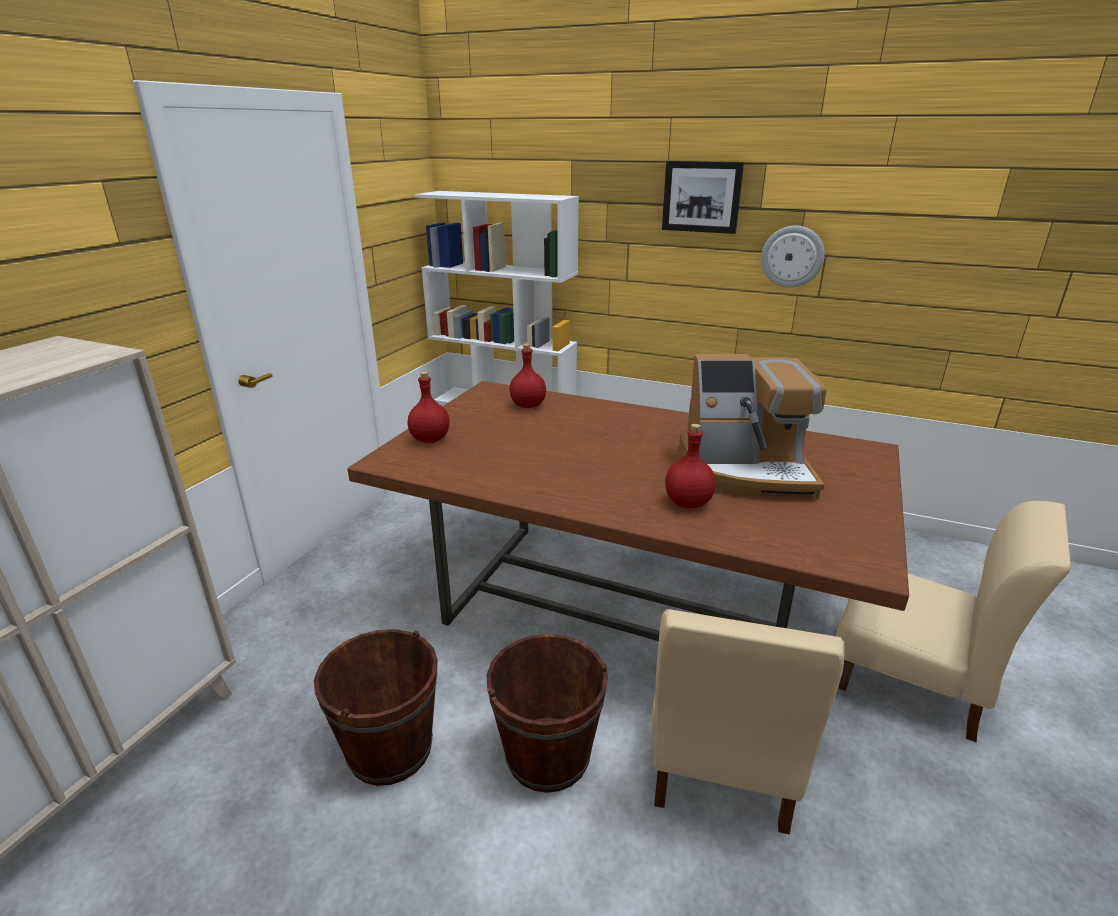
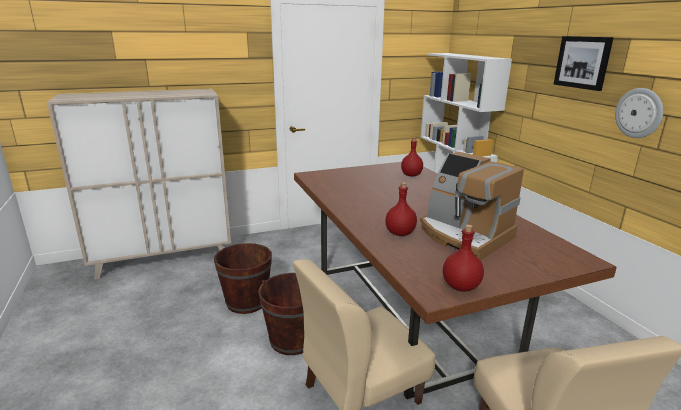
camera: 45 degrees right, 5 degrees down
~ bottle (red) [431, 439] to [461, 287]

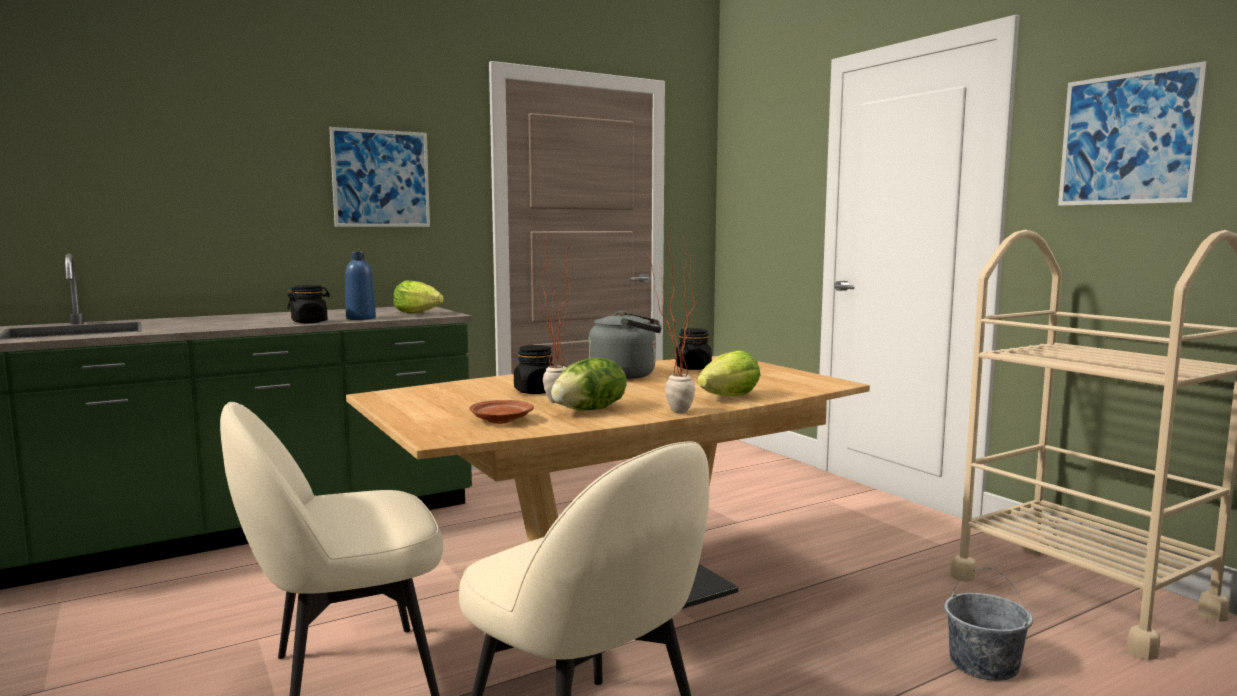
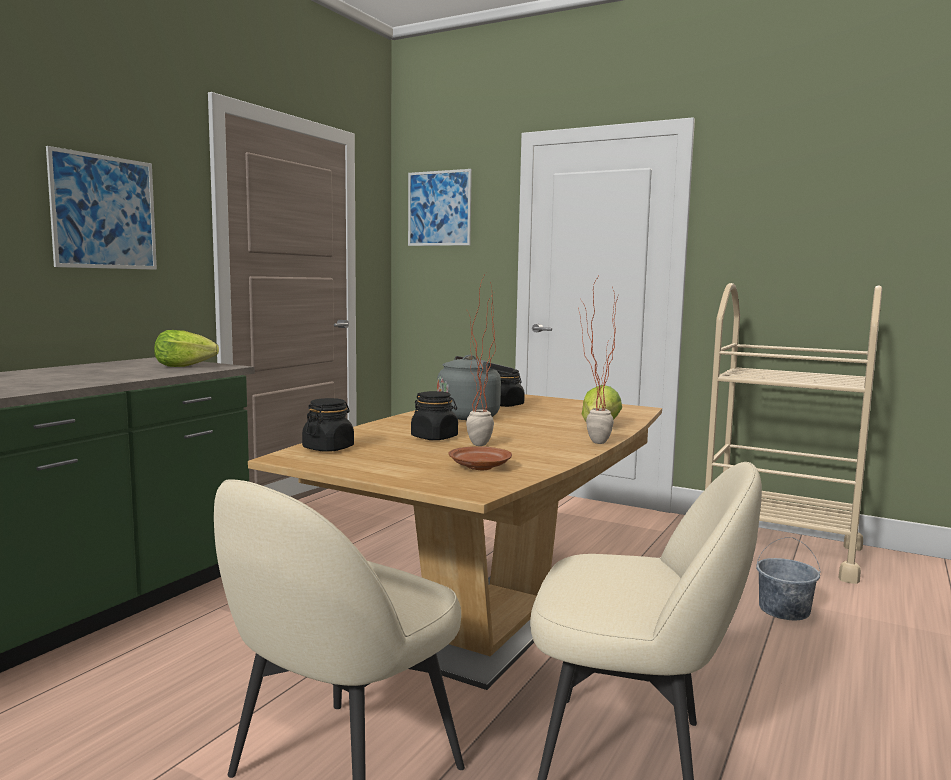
camera: 30 degrees left, 0 degrees up
~ jar (black) [309, 322] to [328, 448]
~ picture [1128, 139] to [439, 208]
- bottle (blue) [361, 318]
- lettuce [590, 410]

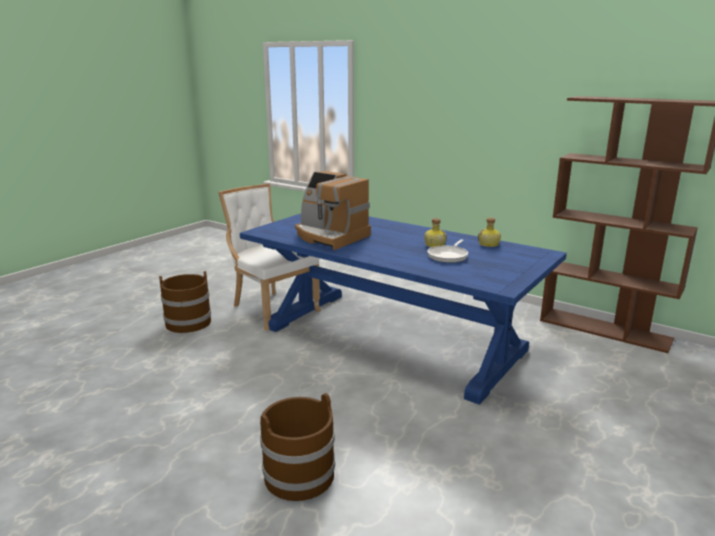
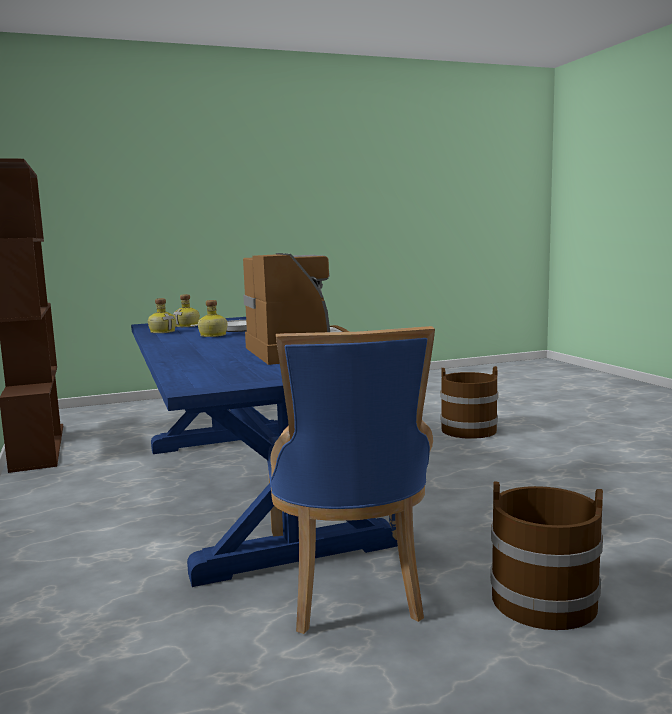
camera: 145 degrees left, 10 degrees down
+ bottle [188, 326]
~ chair (white) [271, 308] to chair (blue) [348, 587]

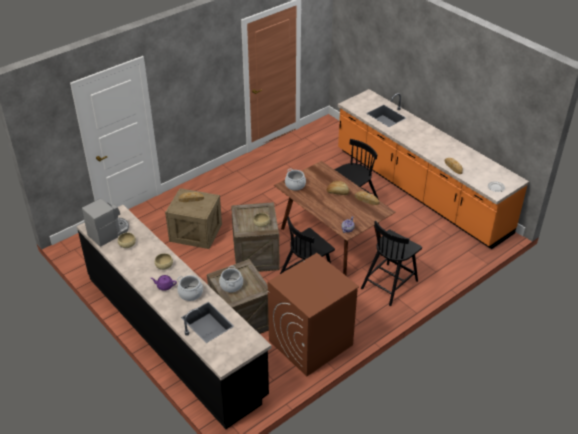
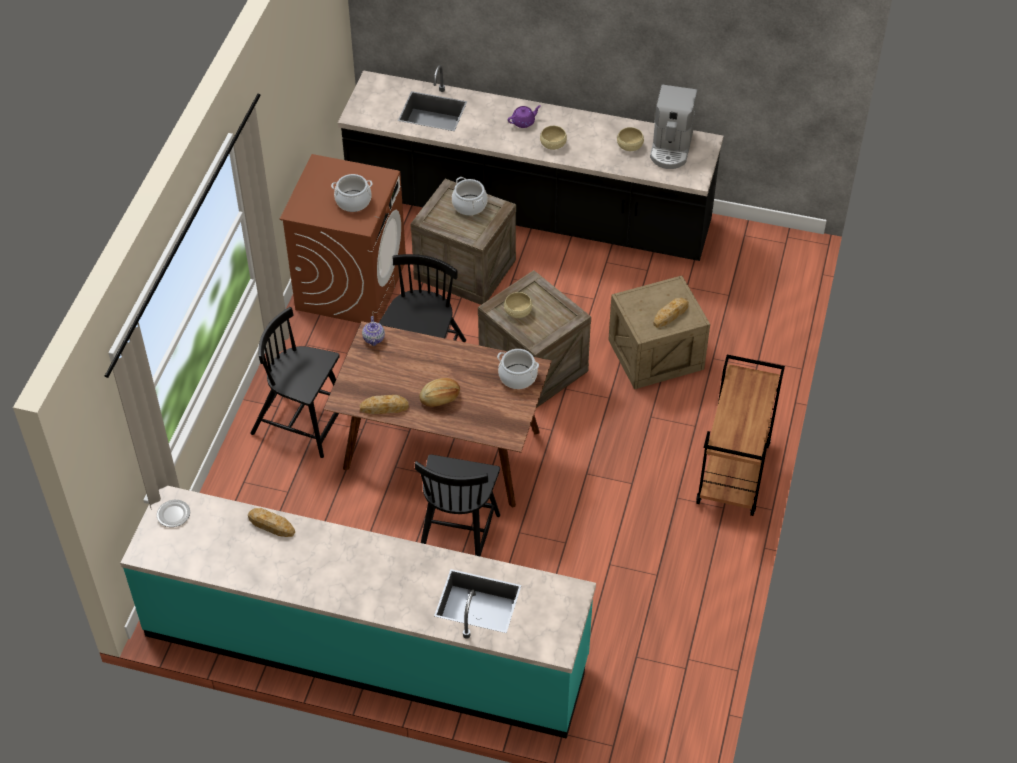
camera: 145 degrees right, 10 degrees up
~ counter (orange) [420, 191] to counter (turquoise) [366, 646]
~ chair (black) [389, 284] = [302, 423] 75 degrees counterclockwise
~ cooking pot [190, 293] to [353, 201]
+ cart (brown) [733, 475]

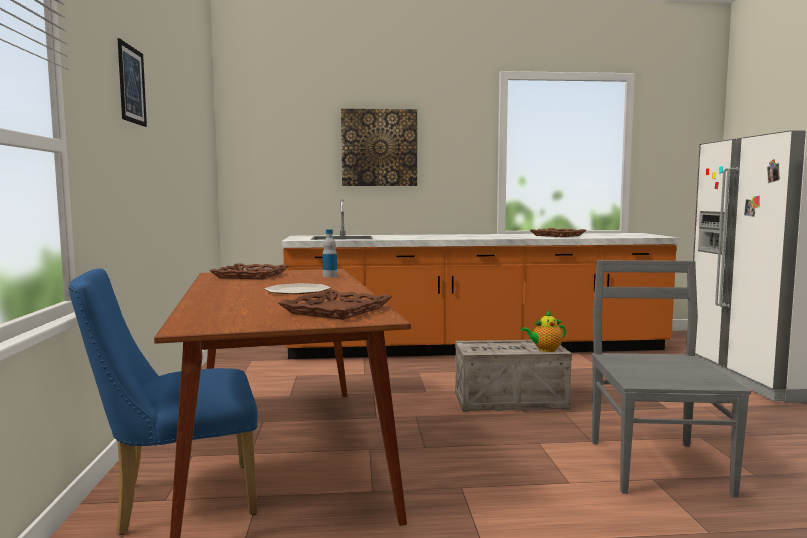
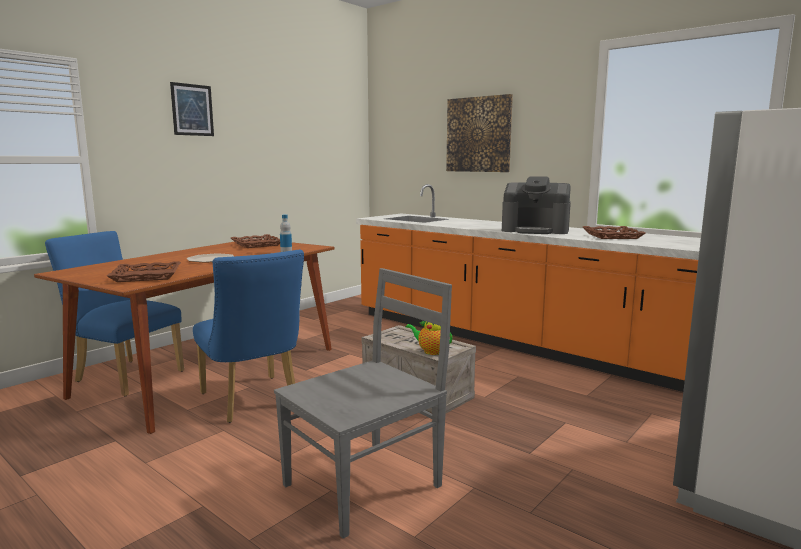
camera: 45 degrees right, 5 degrees up
+ chair (blue) [253, 402]
+ coffee machine [535, 230]

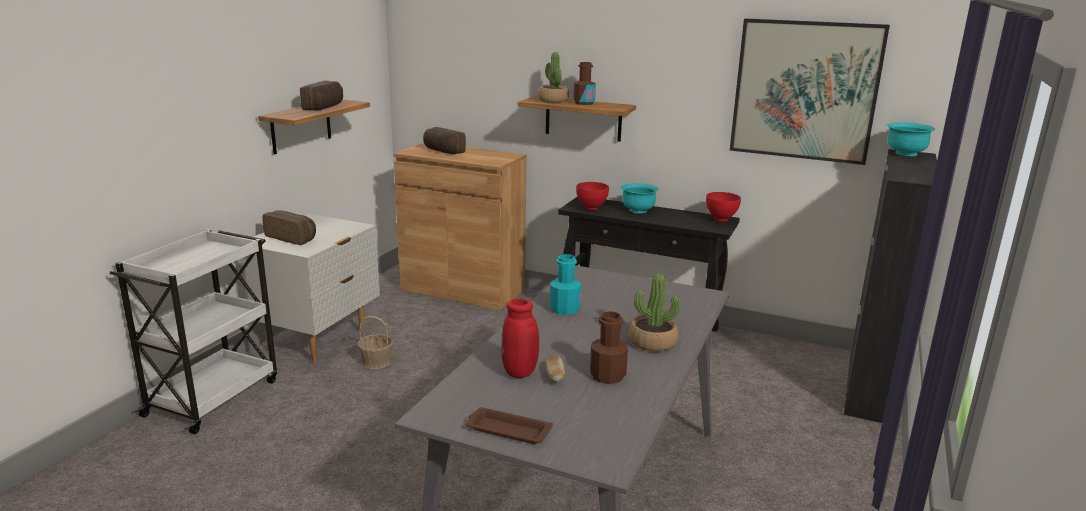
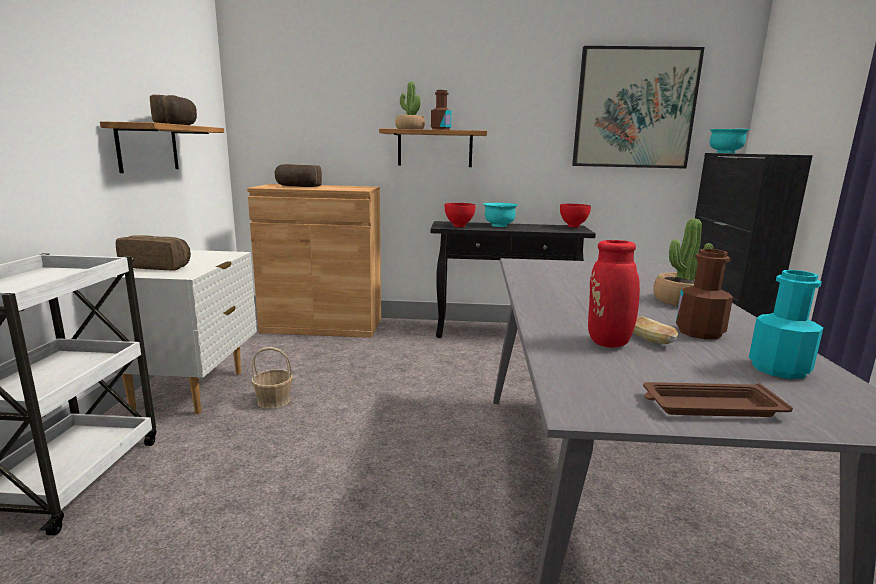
camera: 20 degrees left, 5 degrees down
~ bottle (turquoise) [564, 309] to [778, 369]

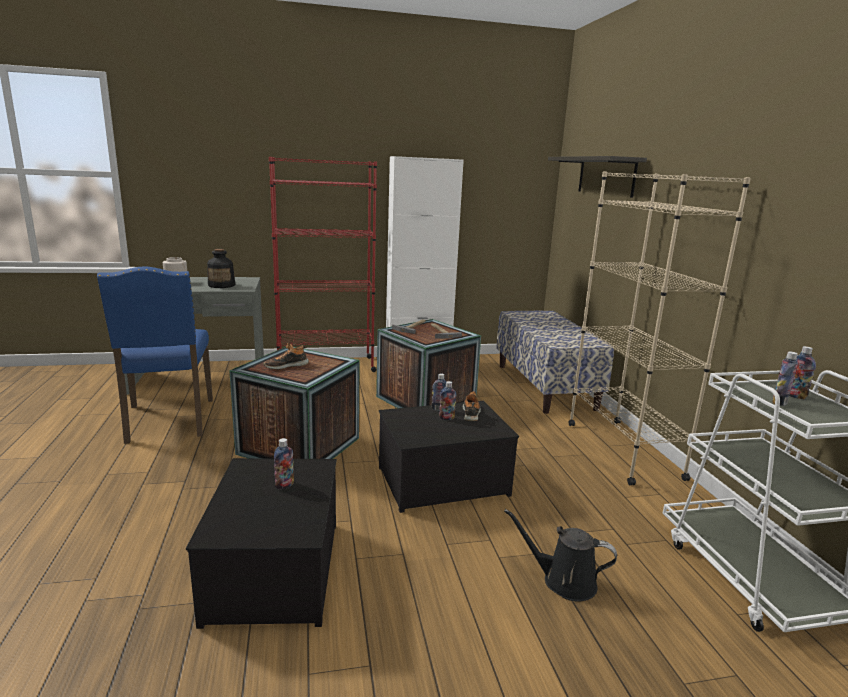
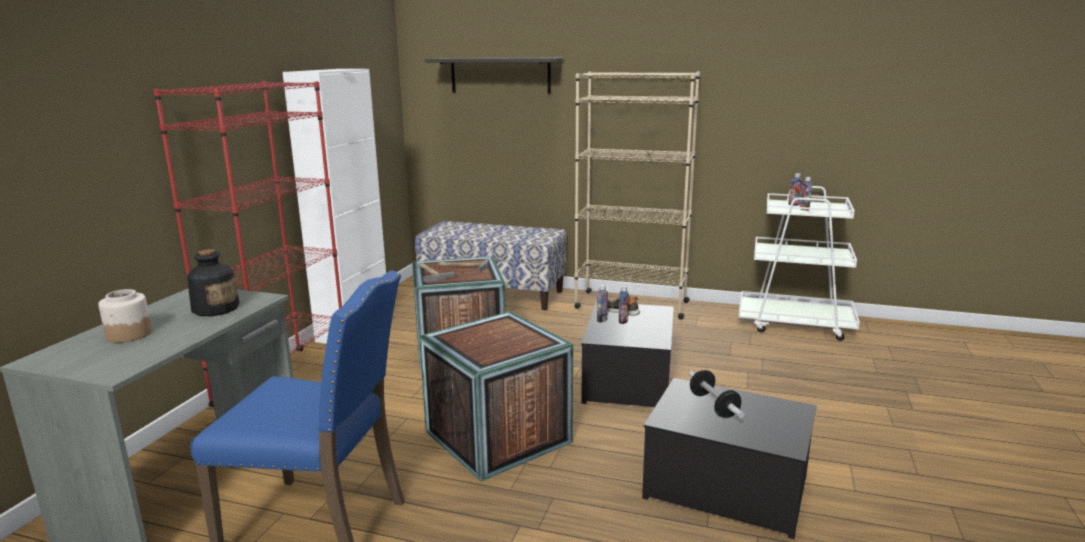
camera: 60 degrees left, 0 degrees up
~ bottle [284, 485] to dumbbell [713, 406]
- shoe [286, 366]
- watering can (black) [563, 581]

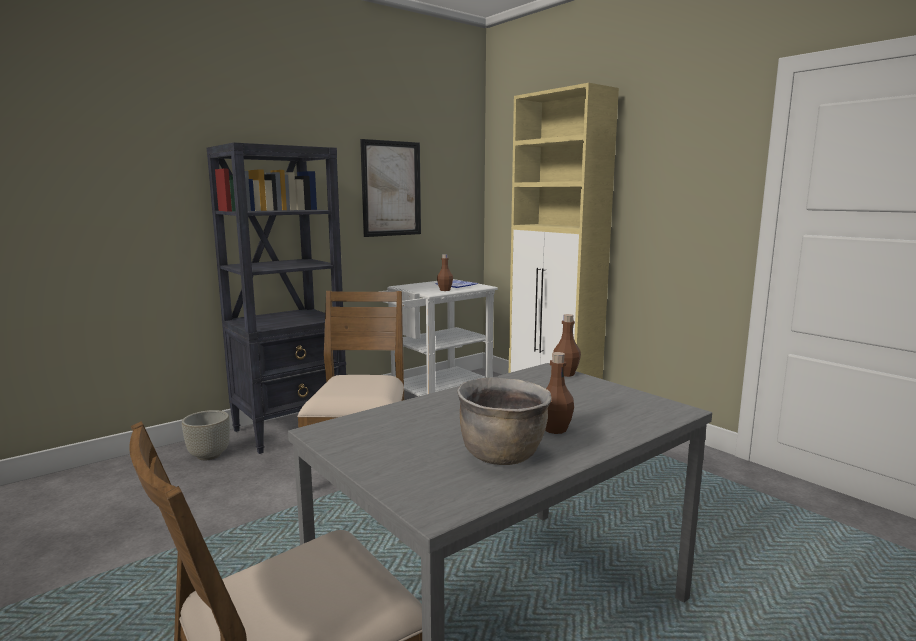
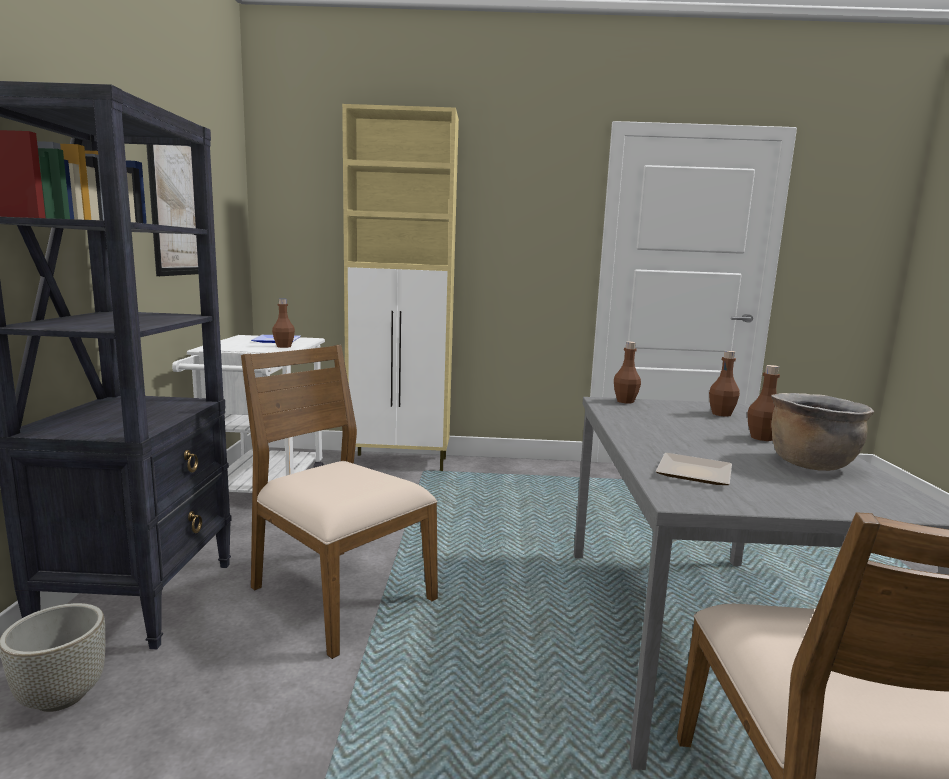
camera: 50 degrees left, 0 degrees up
+ plate [691, 473]
+ bottle (brown) [721, 414]

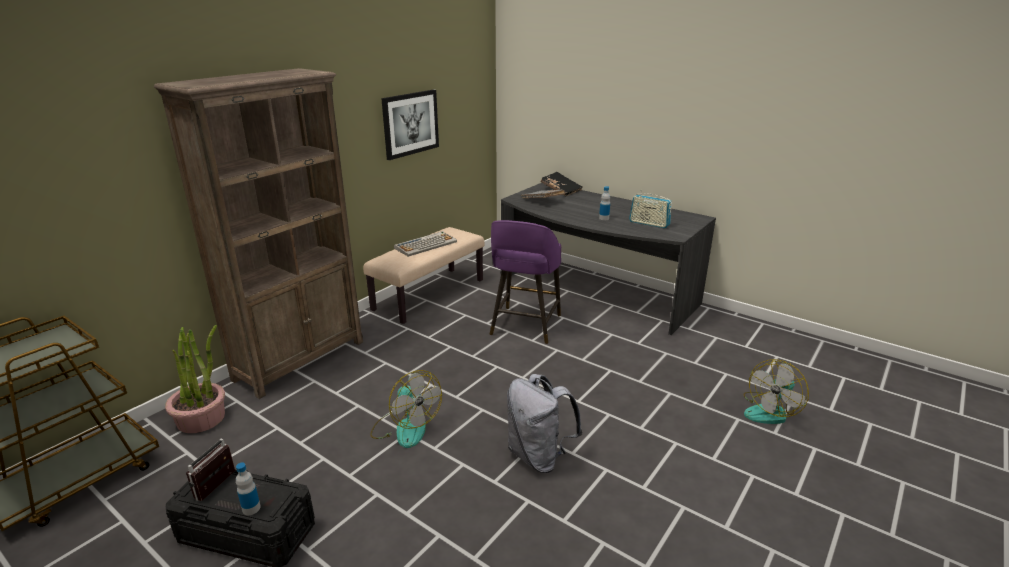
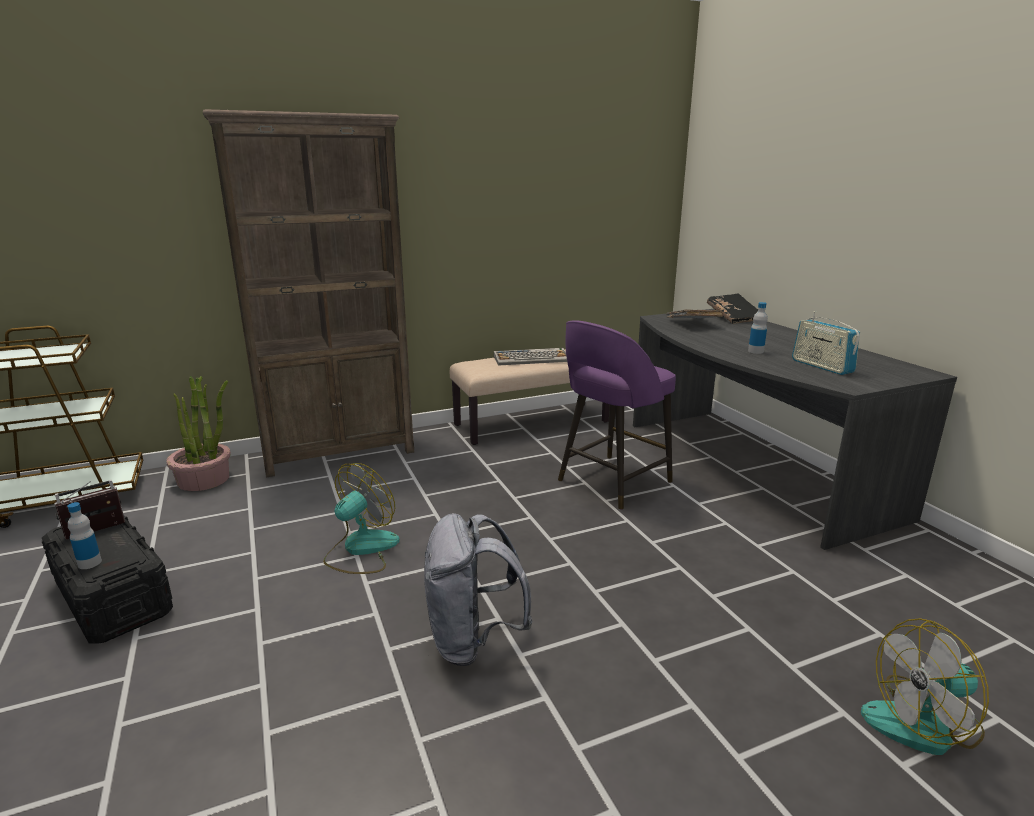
camera: 30 degrees right, 5 degrees down
~ fan [405, 427] = [361, 549] 135 degrees counterclockwise
- picture [410, 123]

